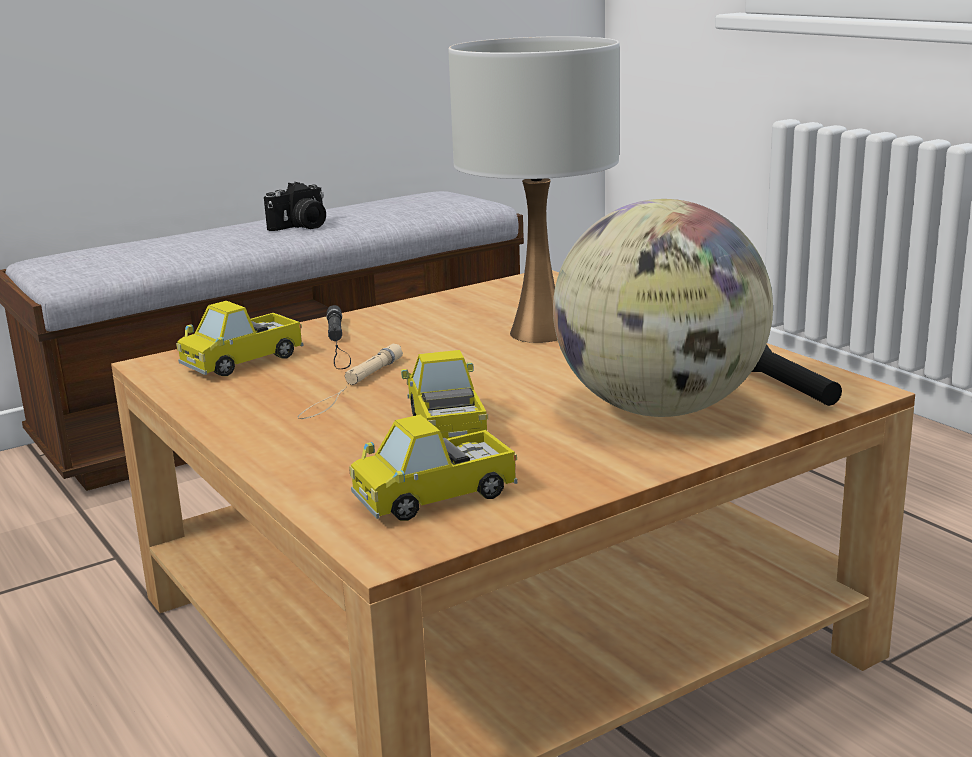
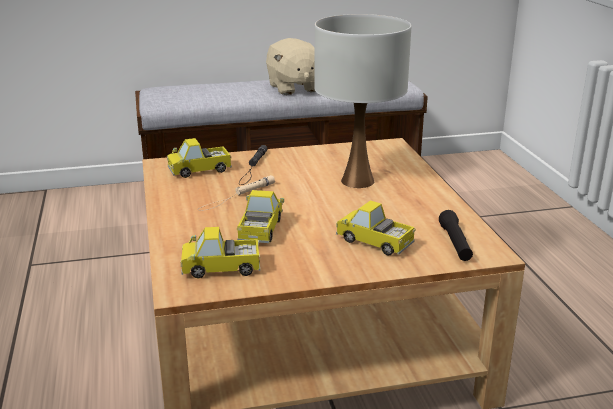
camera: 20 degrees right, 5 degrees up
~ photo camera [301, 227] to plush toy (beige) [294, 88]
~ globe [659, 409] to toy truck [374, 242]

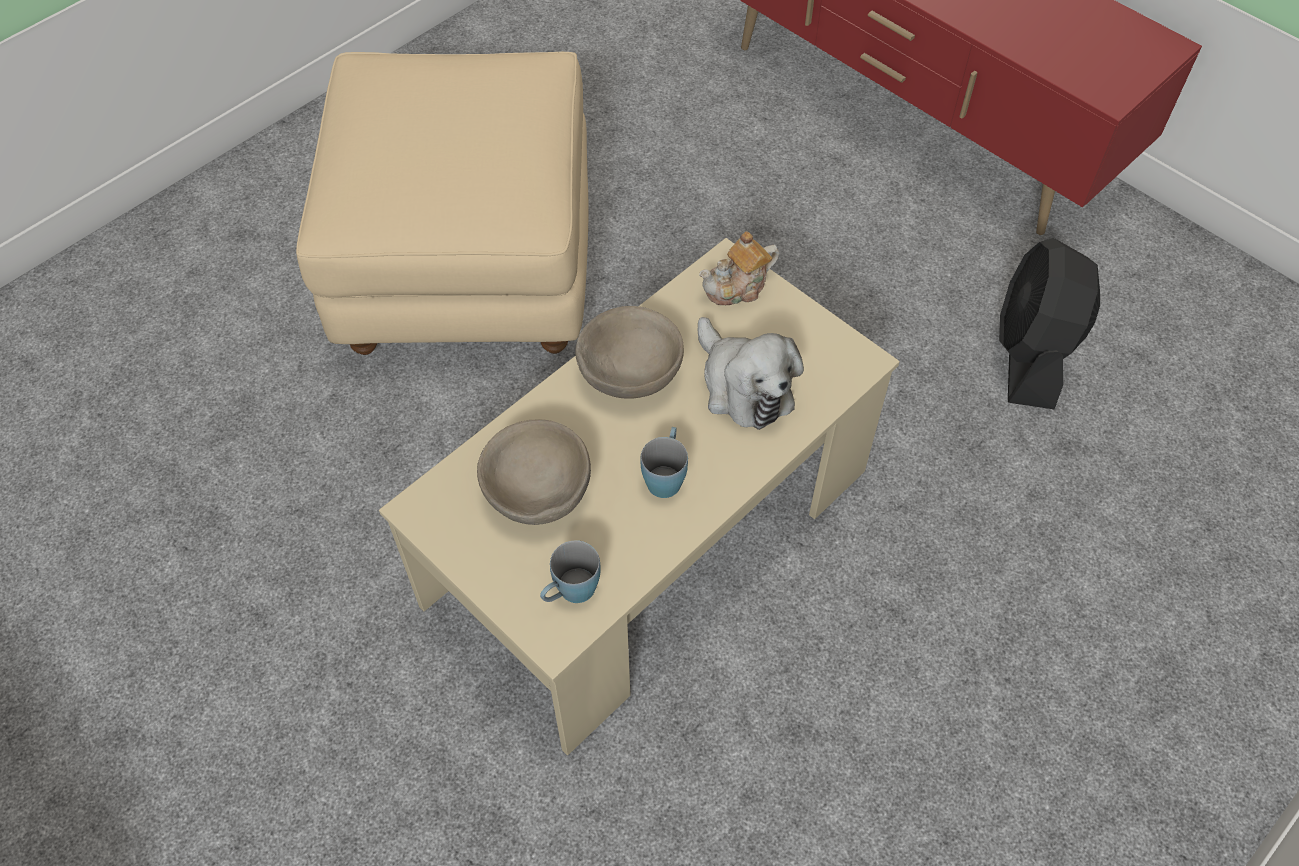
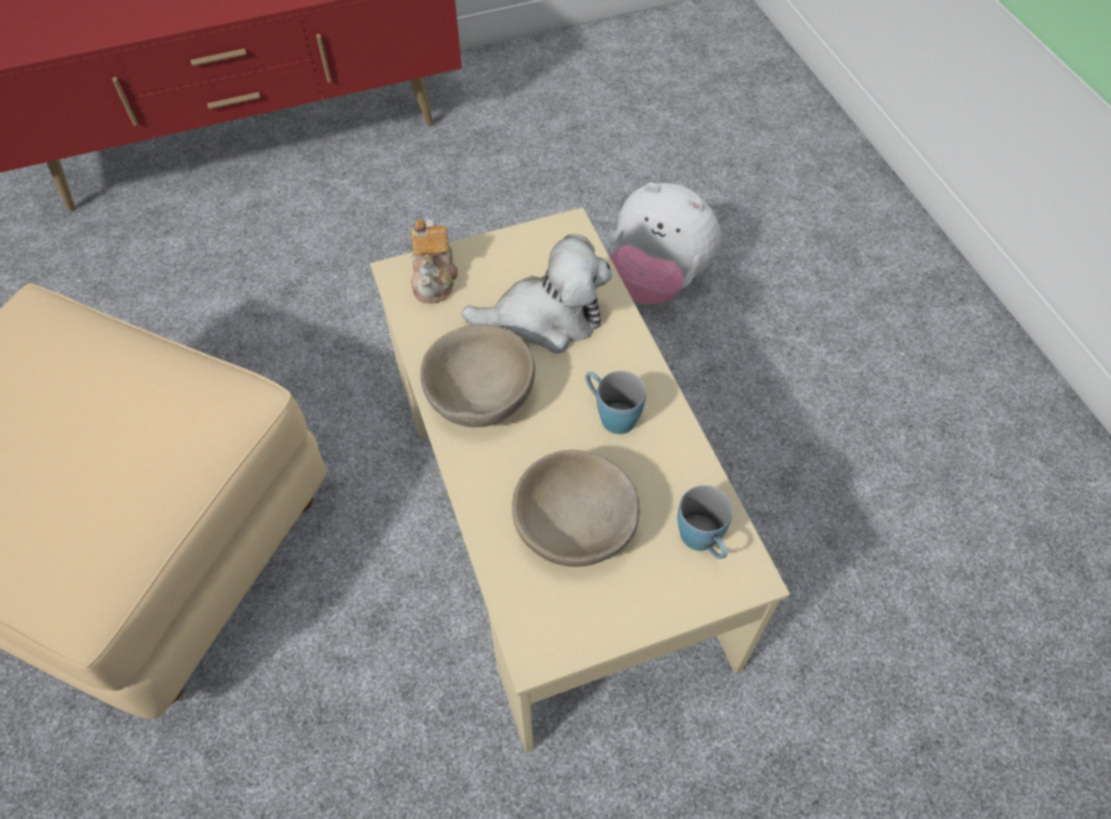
camera: 65 degrees left, 0 degrees up
+ plush toy [656, 281]
- fan (black) [1031, 353]

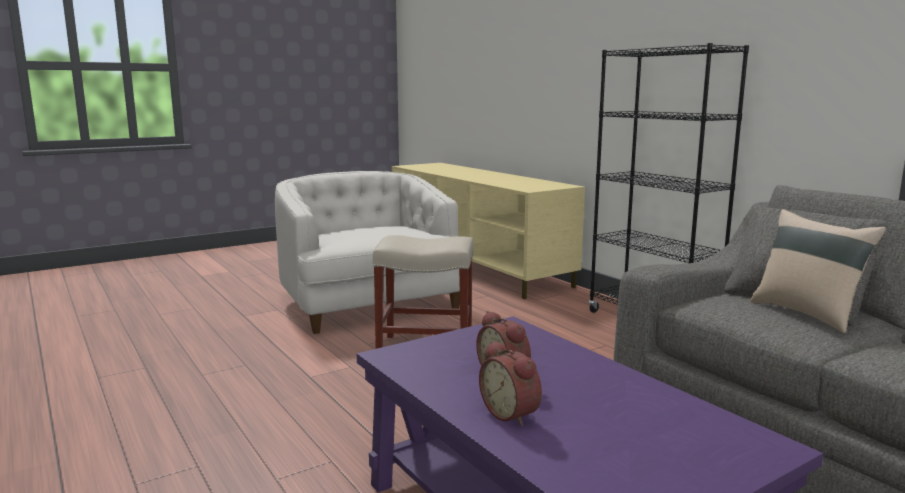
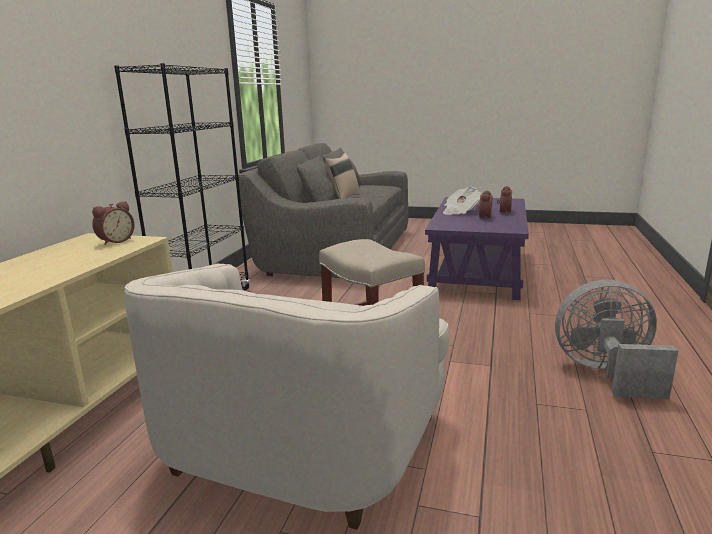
camera: 130 degrees left, 5 degrees up
+ alarm clock [115, 241]
+ newspaper [460, 211]
+ fan (grey) [606, 373]

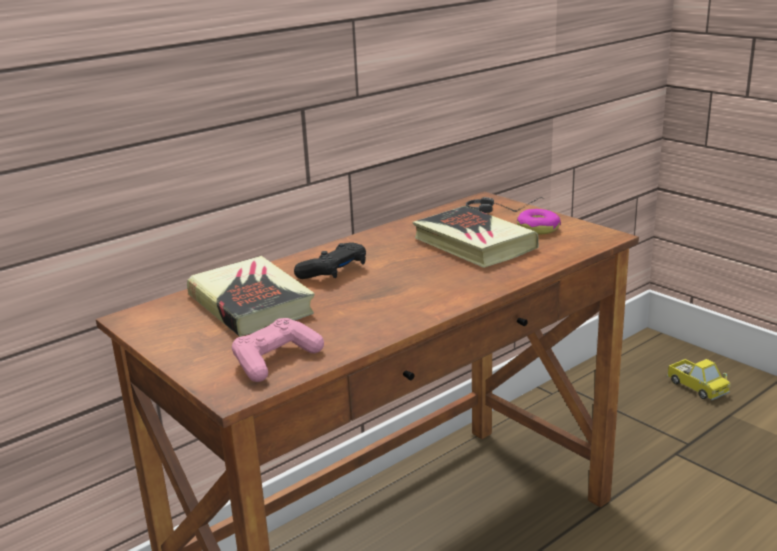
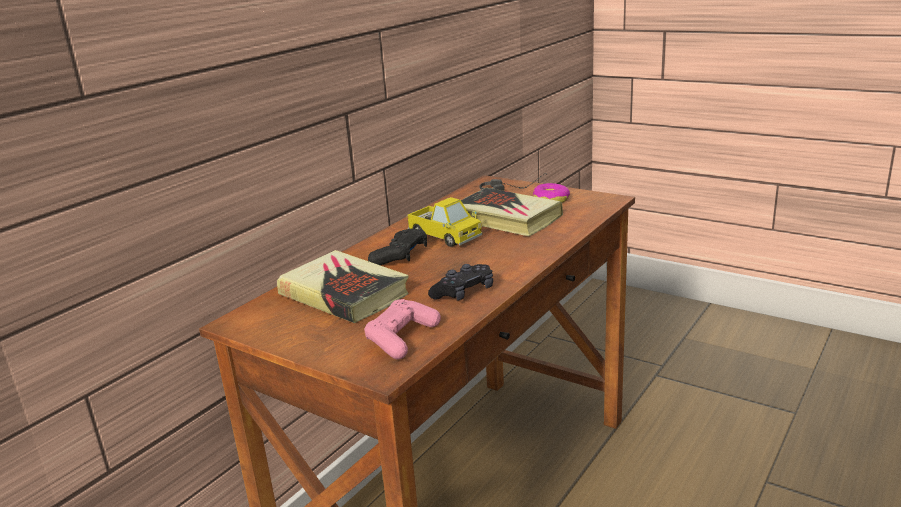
camera: 15 degrees left, 0 degrees up
~ toy truck [697, 388] to [444, 237]
+ game controller (black) [464, 293]

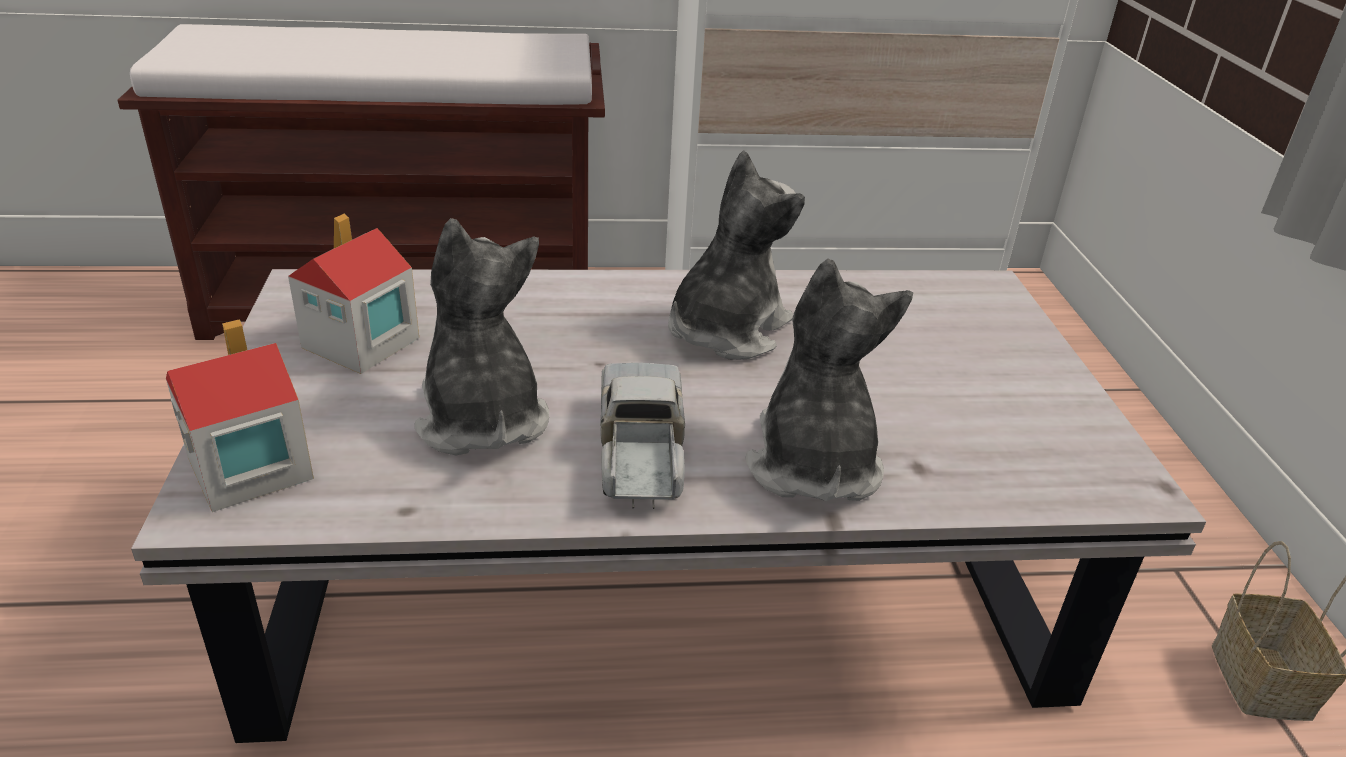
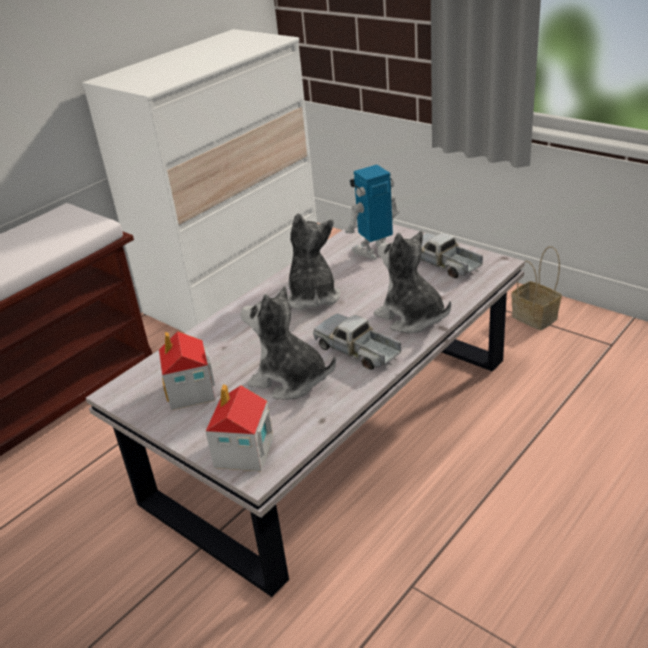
camera: 40 degrees left, 0 degrees up
+ toy robot [374, 252]
+ toy truck [444, 264]

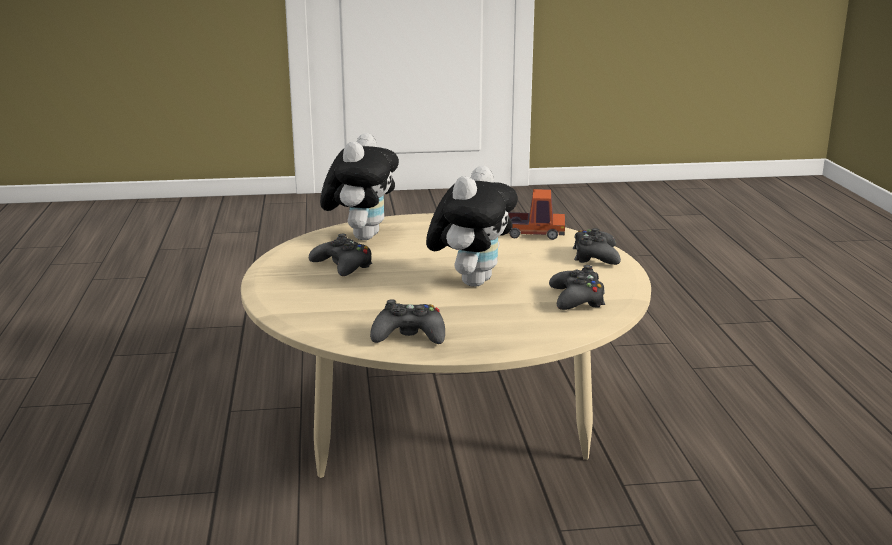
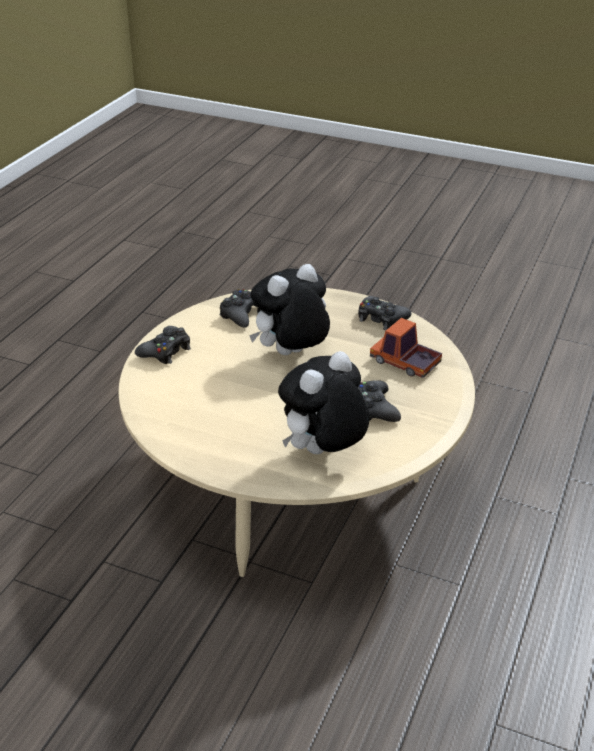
camera: 150 degrees left, 15 degrees up
~ toy truck [531, 233] to [405, 362]

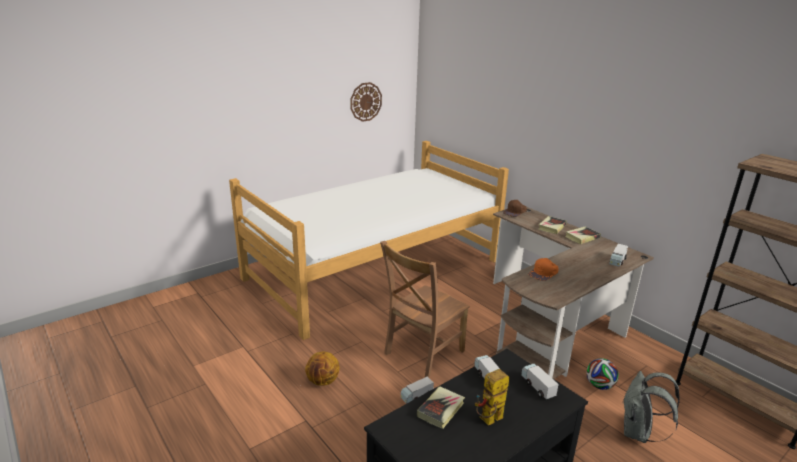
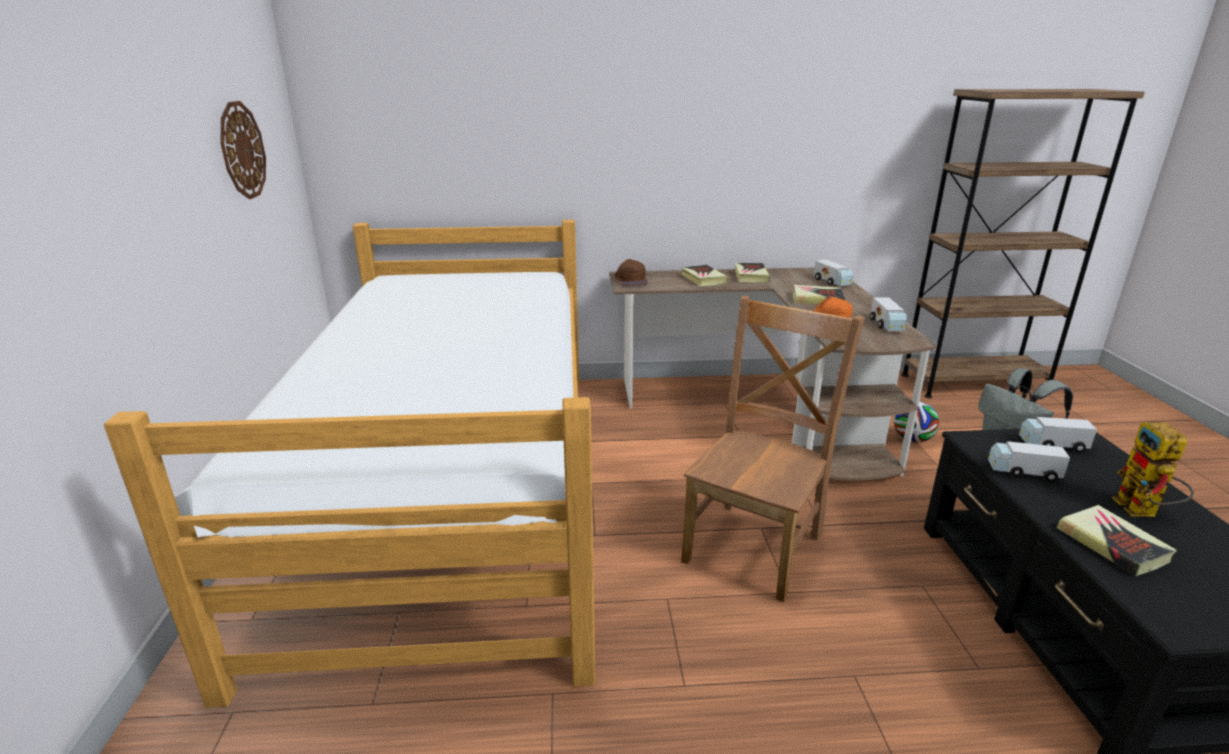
camera: 55 degrees left, 0 degrees up
~ chair (brown) [422, 353] = [756, 545] 135 degrees counterclockwise
+ book [817, 299]
~ toy truck [416, 396] to [886, 325]
- basketball [323, 381]

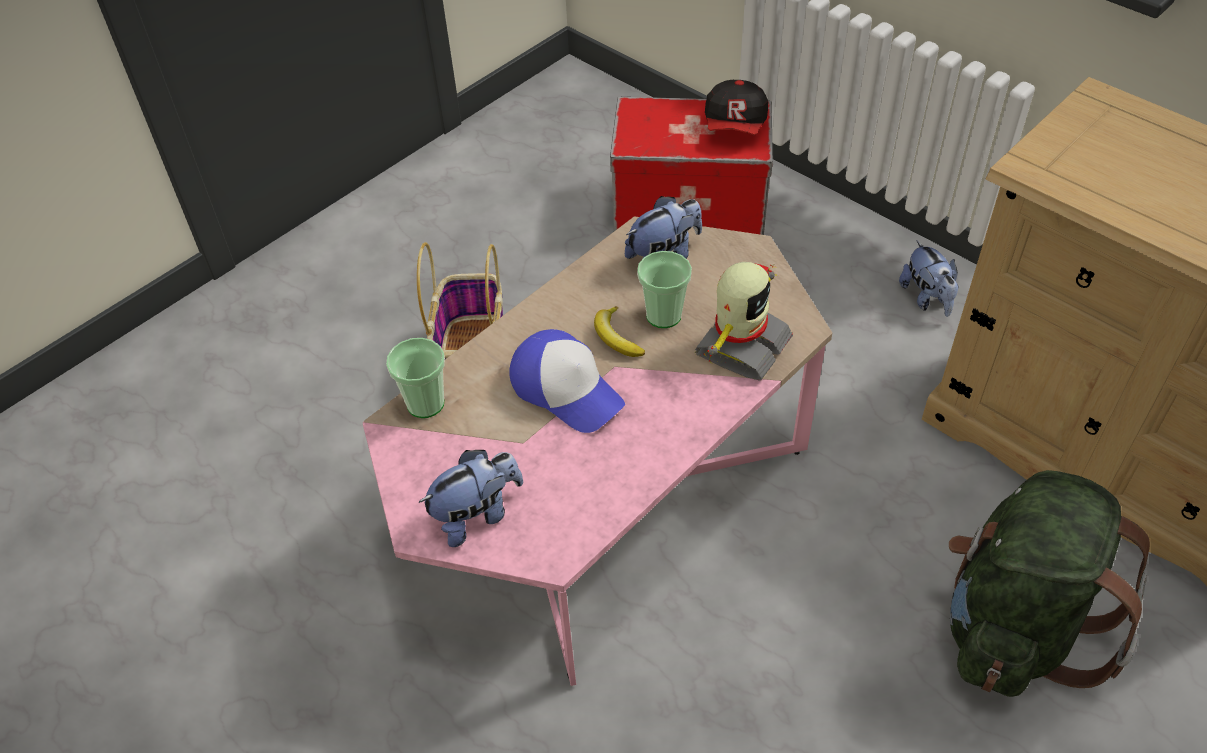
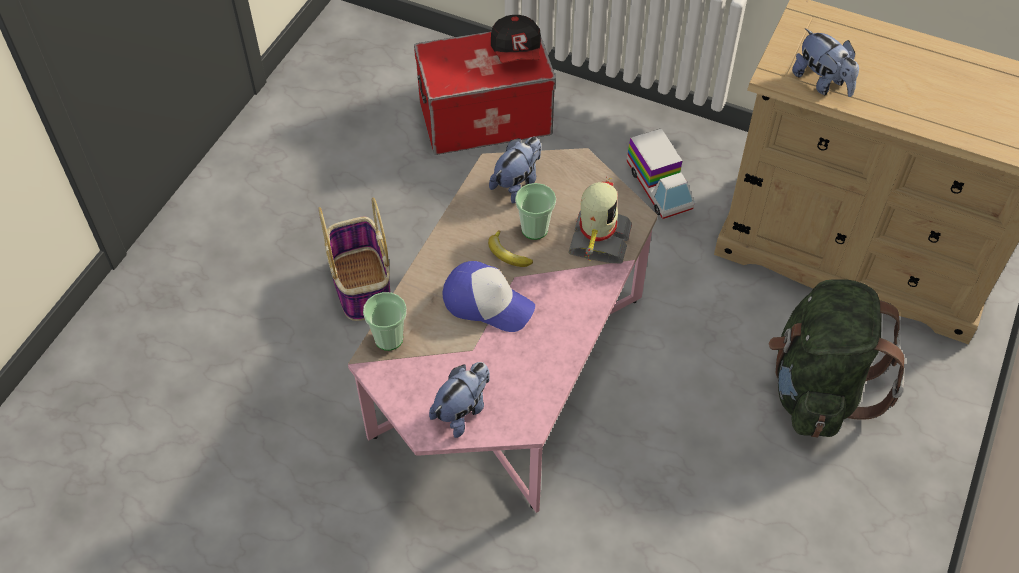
camera: 20 degrees left, 5 degrees up
+ toy truck [659, 187]
~ plush toy [927, 298] to [822, 83]

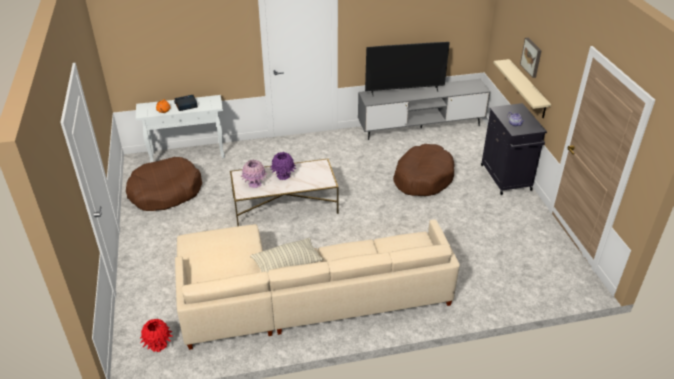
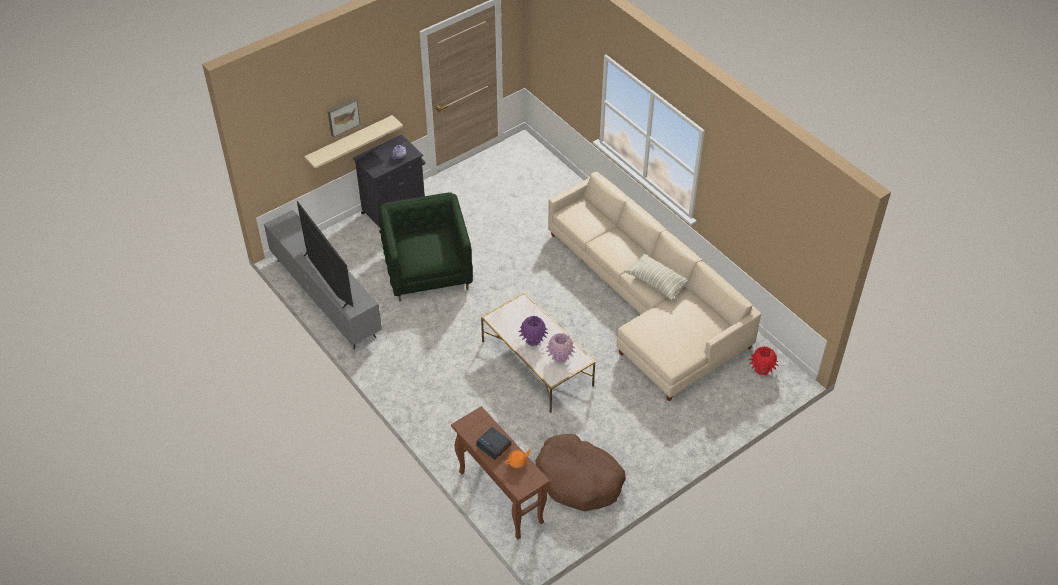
camera: 115 degrees left, 10 degrees up
~ dog bed (brown) [423, 178] to armchair (green) [428, 271]
~ console table (white) [188, 156] to console table (brown) [500, 497]

